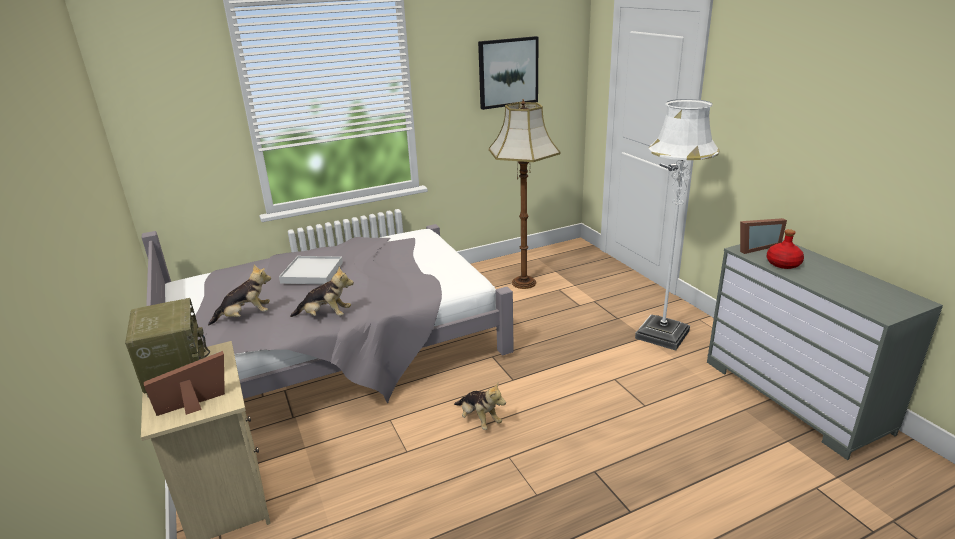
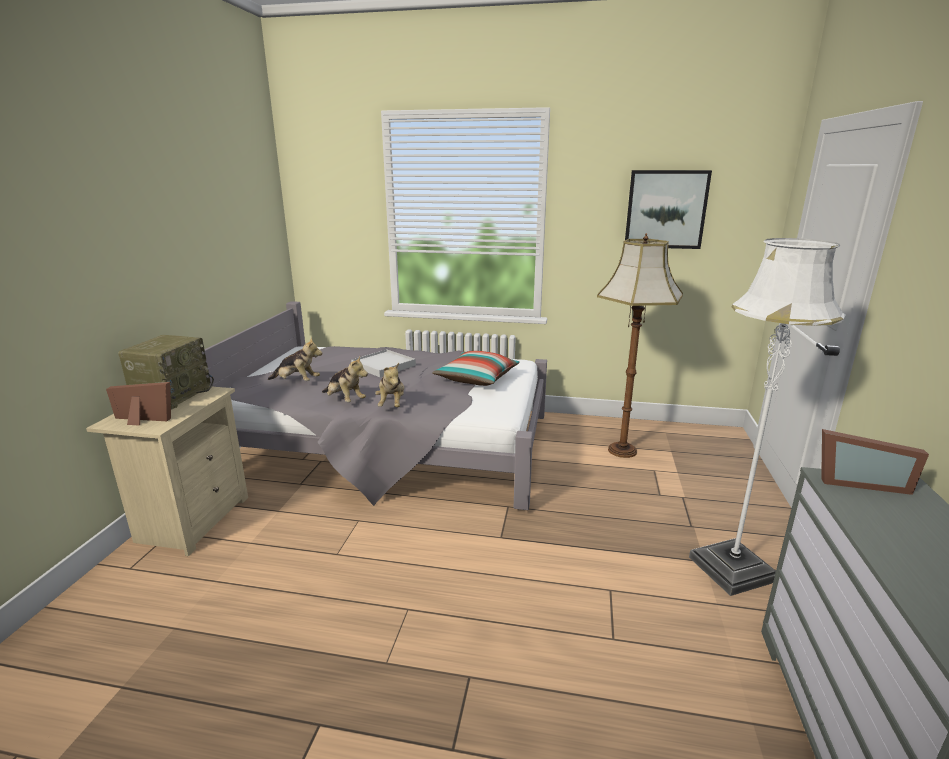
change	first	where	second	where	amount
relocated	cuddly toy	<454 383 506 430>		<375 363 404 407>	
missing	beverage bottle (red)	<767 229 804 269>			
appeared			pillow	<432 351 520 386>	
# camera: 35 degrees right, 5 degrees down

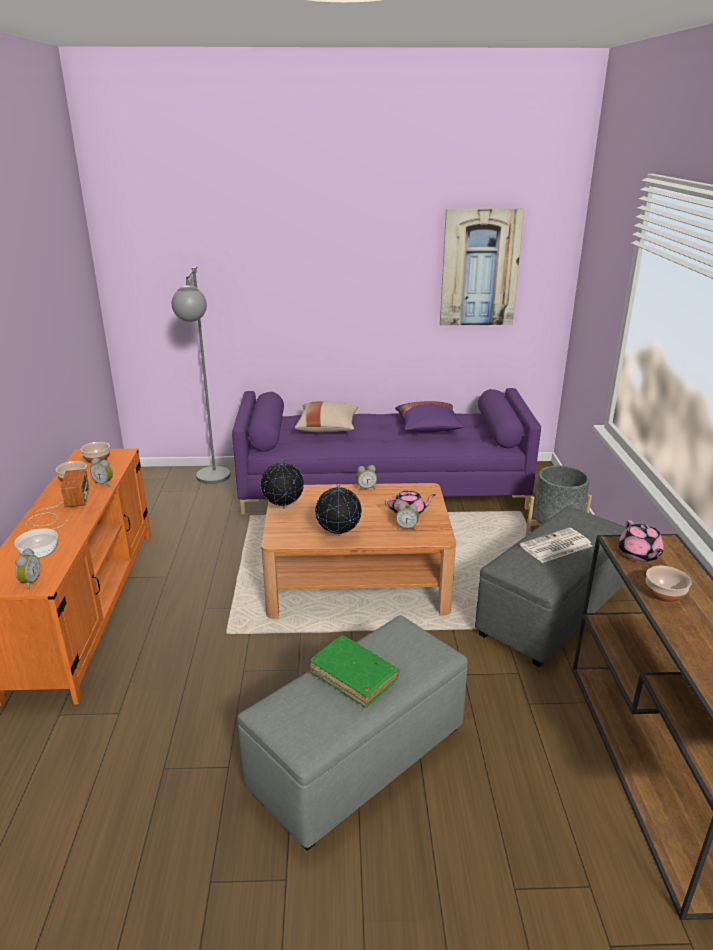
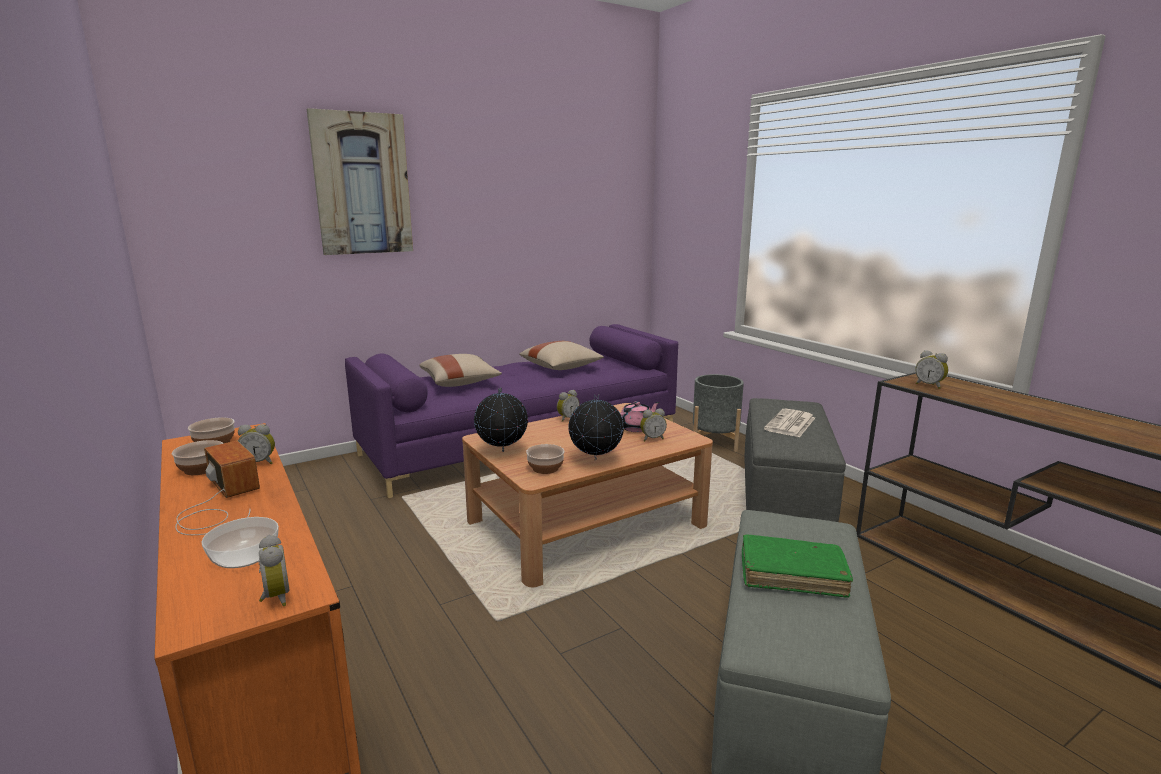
change	first	where	second	where	amount
missing	standard lamp (gray)	<172 266 230 484>			
colour	pillow (purple-coloured)	<395 401 464 432>	pillow (beige-coloured)	<519 341 604 370>	
relocated	wall art	<440 208 524 326>		<307 108 413 255>	
exchanged	teapot (pinkish)	<618 520 664 562>	bedside clock	<915 350 948 389>	
relocated	bowl	<646 566 692 603>		<526 444 565 474>	
# camera: 30 degrees left, 10 degrees down

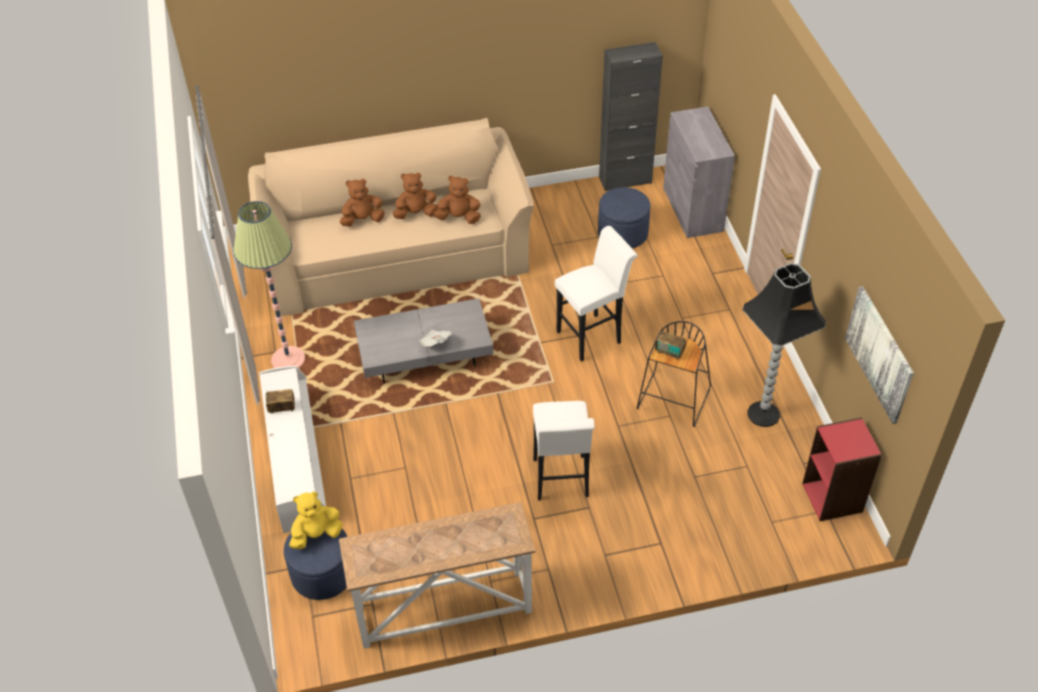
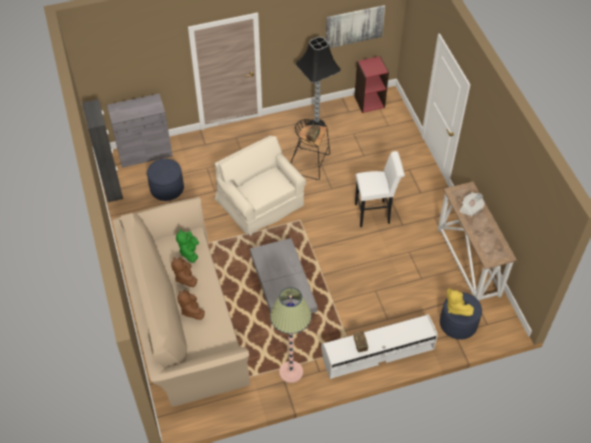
change	first	where	second	where	amount
relocated	printed paper	<419 330 452 347>		<460 192 485 217>	
colour	cuddly toy (brownish)	<433 176 481 224>	cuddly toy (green-coloured)	<176 229 199 263>	
exchanged	stool seat (whitish)	<555 226 638 362>	easy chair (beige-coloured)	<215 136 306 236>	
# camera: 95 degrees left, 5 degrees up

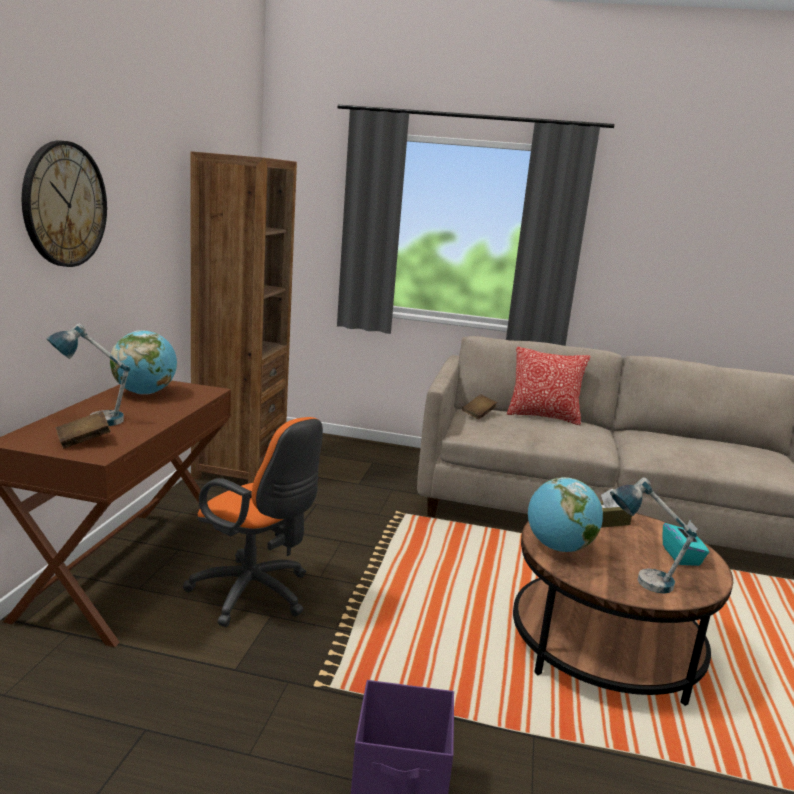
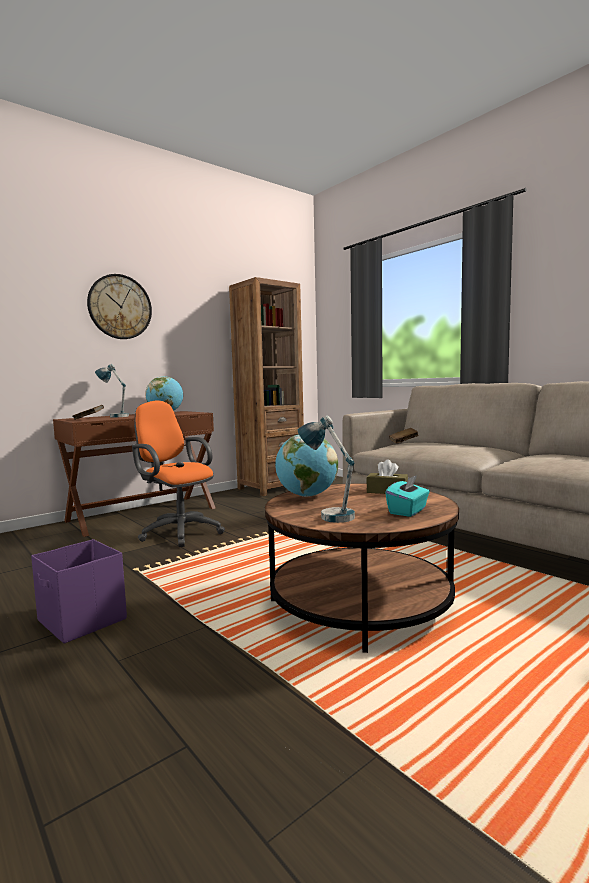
change	first	where	second	where	amount
spun	office chair (orangey)	<183 417 323 627>		<132 400 225 547>	150 degrees clockwise
missing	pillow	<507 347 590 425>			
# camera: 40 degrees right, 10 degrees down

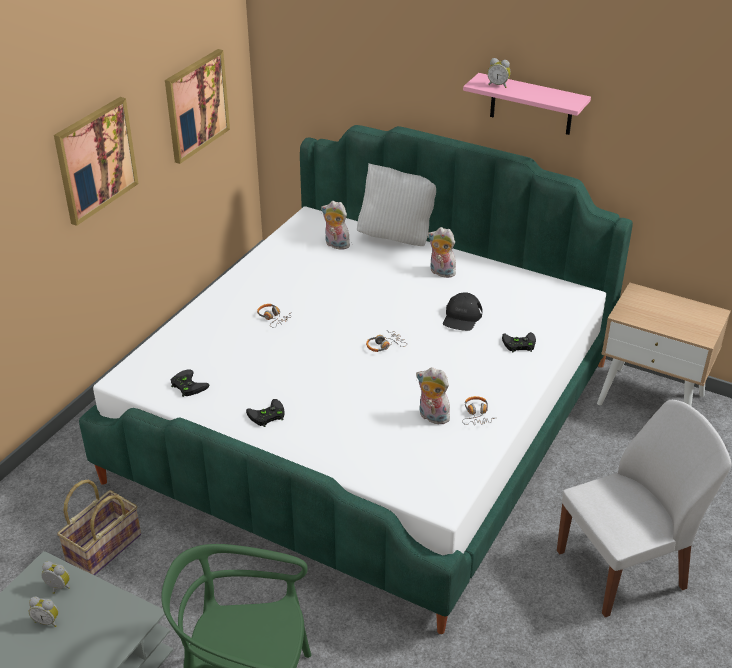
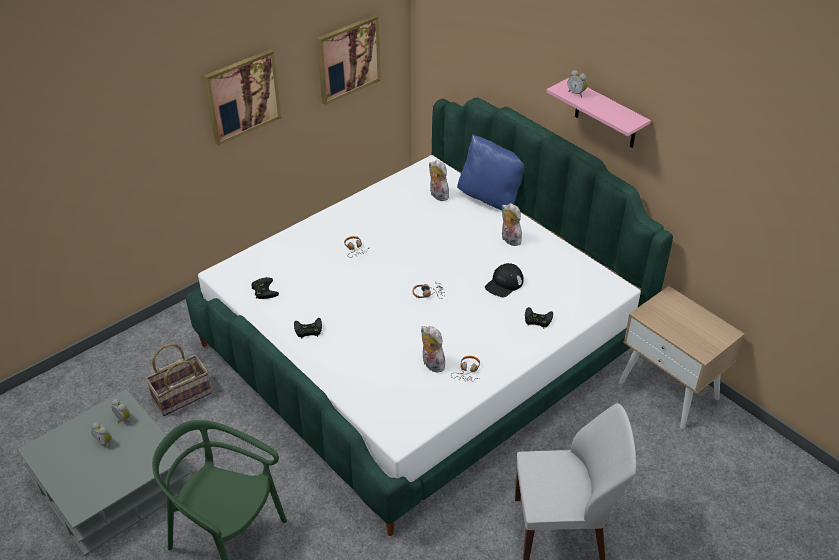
change	first	where	second	where	amount
colour	pillow (whitish)	<357 163 436 246>	pillow (bluish)	<457 134 524 210>	
# camera: 20 degrees right, 5 degrees up

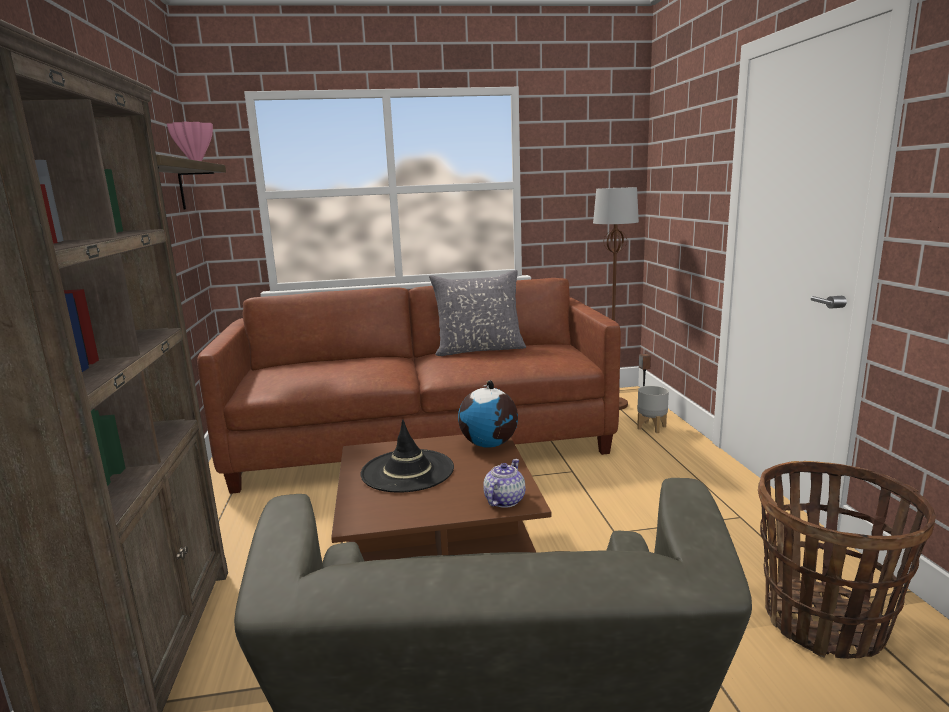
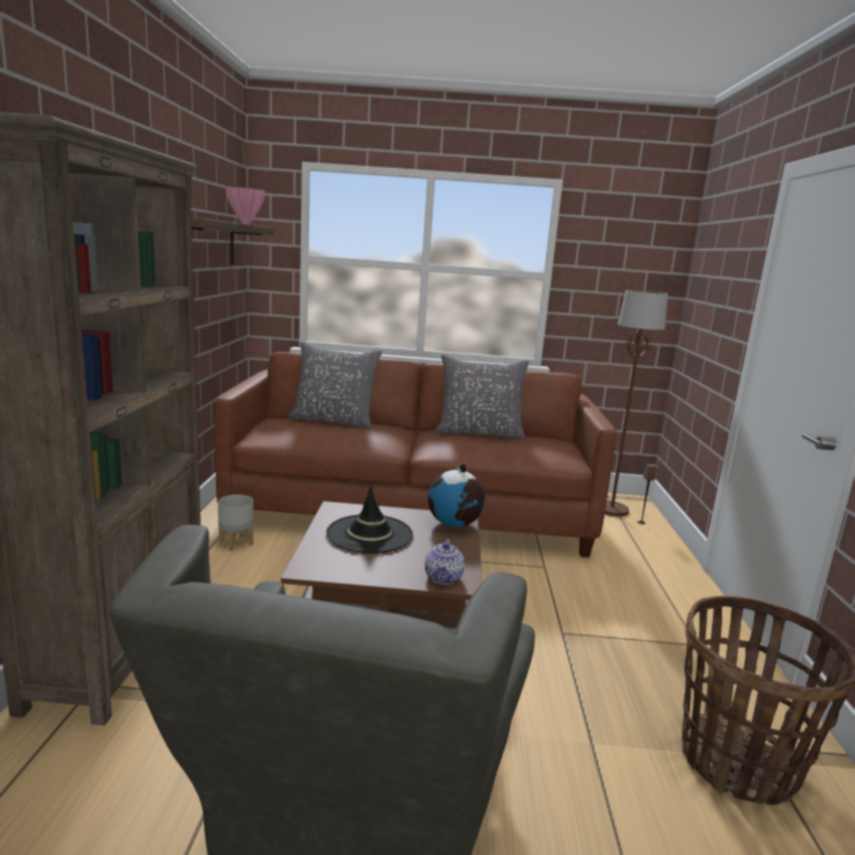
change	first	where	second	where	amount
spun	teapot	<483 459 525 508>		<425 539 464 585>	150 degrees clockwise
relocated	flower pot (gray)	<637 386 669 433>		<218 495 253 551>	
appeared			pillow (gray)	<288 342 382 428>	
# camera: 10 degrees right, 0 degrees up

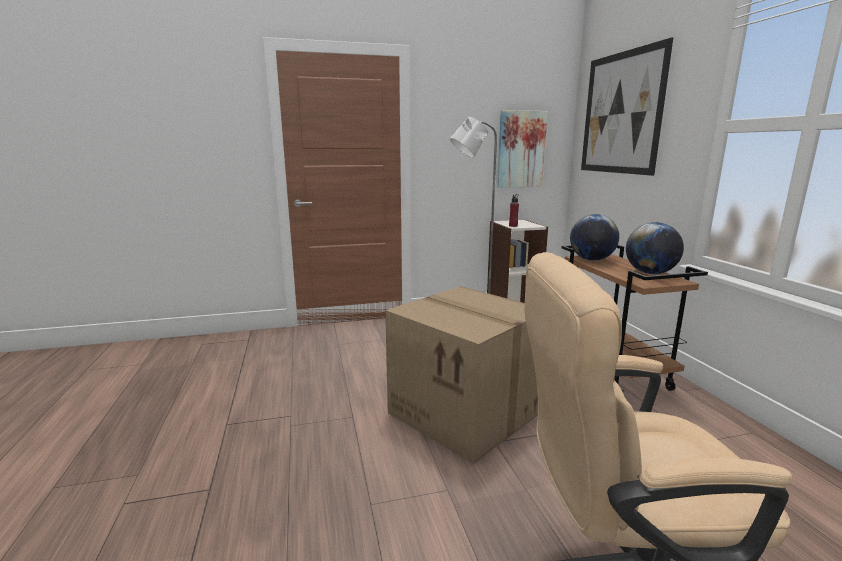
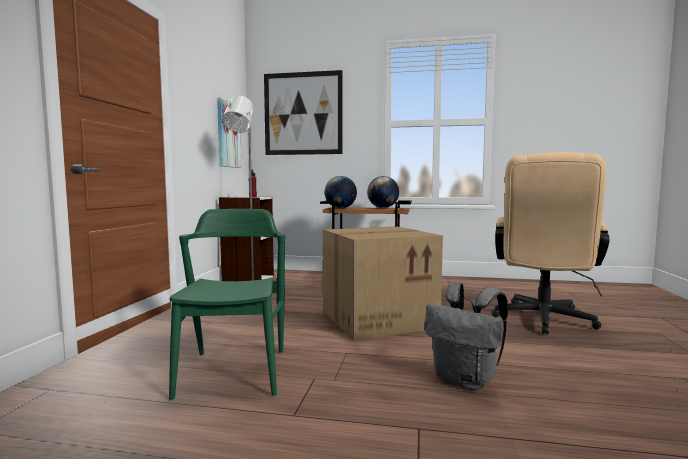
change	first	where	second	where	amount
appeared			upright chair (green-coloured)	<169 209 286 400>	
appeared			backpack (gray)	<424 283 508 390>	
# camera: 65 degrees left, 10 degrees down

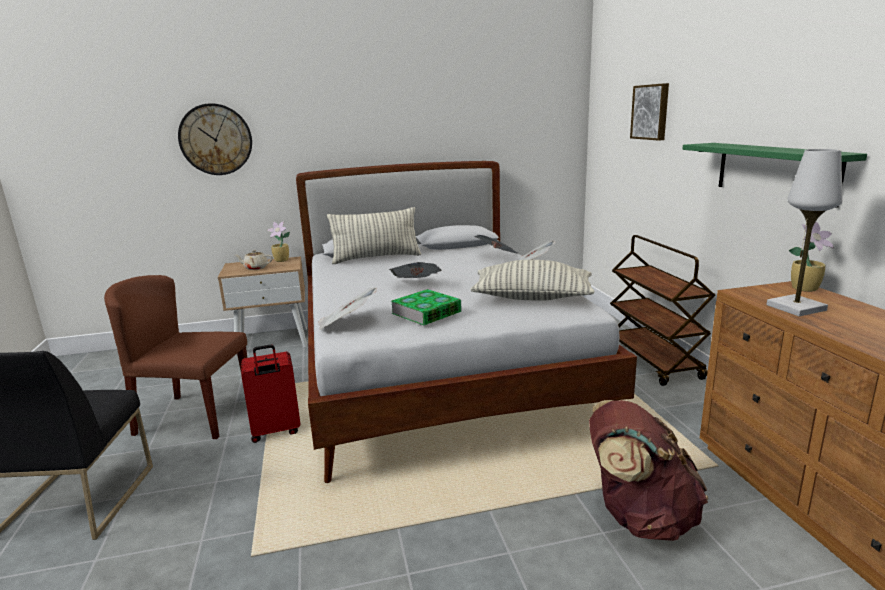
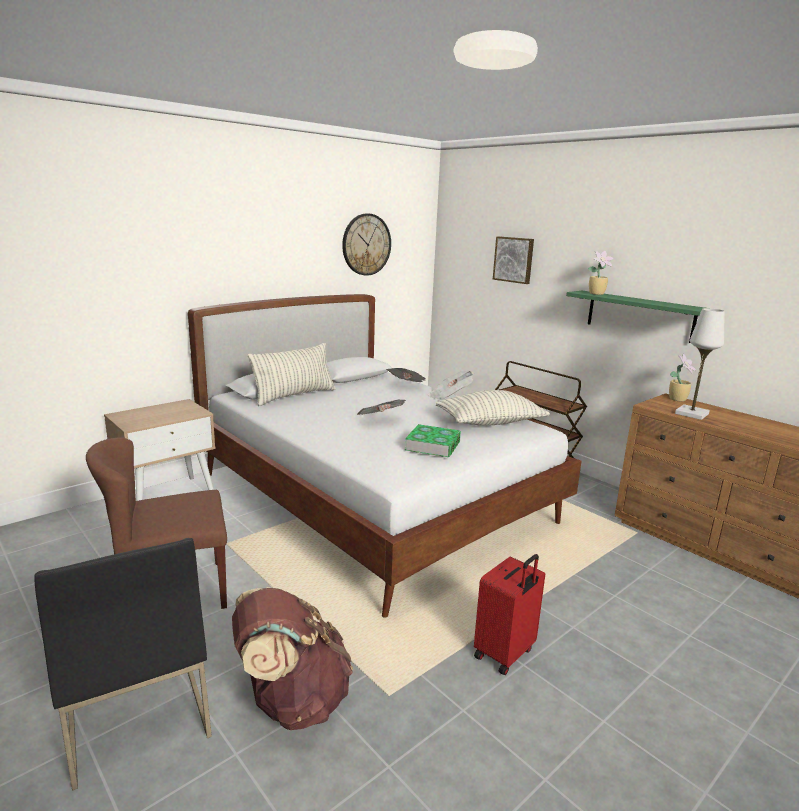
change	first	where	second	where	amount
relocated	wall clock	<178 103 252 175>		<342 214 391 276>	
missing	teapot (beige-coloured)	<235 250 273 270>			
relocated	piece of luggage (red)	<241 345 301 443>		<474 554 545 675>	
relocated	plant in a pot	<268 221 290 262>		<588 251 614 295>	
missing	printed paper	<318 287 377 330>			
relocated	backpack (brownish)	<589 400 708 541>		<232 587 353 730>	
# camera: 30 degrees left, 0 degrees up

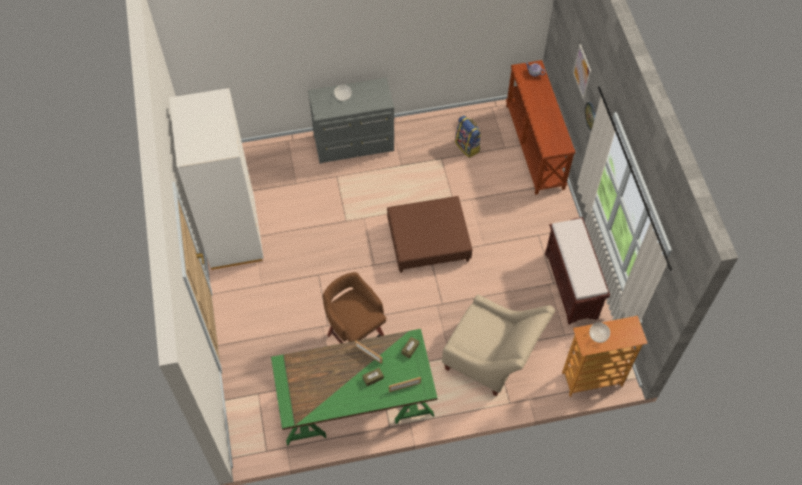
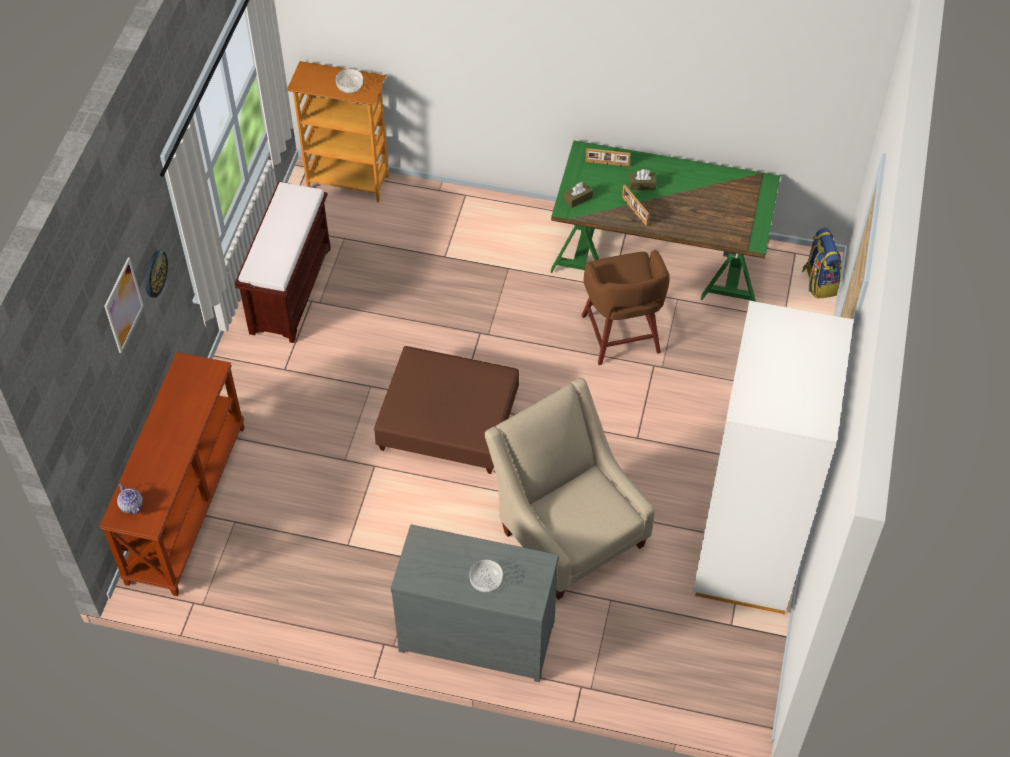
change	first	where	second	where	amount
relocated	easy chair (beige-coloured)	<442 295 555 396>		<485 378 655 600>	
relocated	backpack	<455 115 481 158>		<802 228 842 299>	
# camera: 155 degrees left, 5 degrees down

